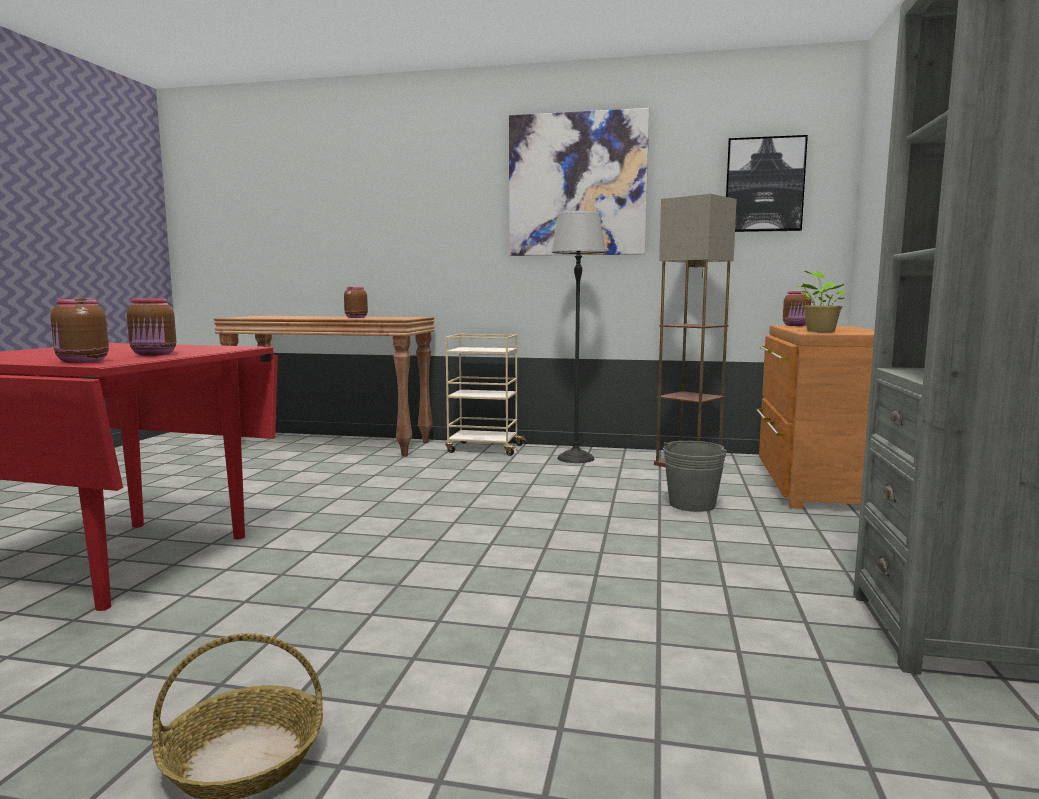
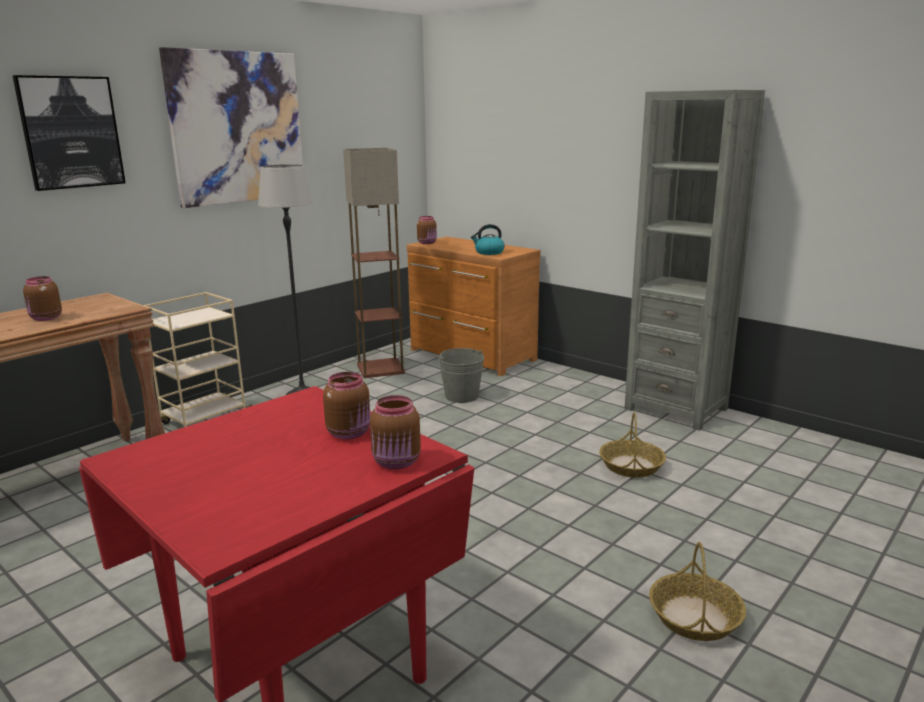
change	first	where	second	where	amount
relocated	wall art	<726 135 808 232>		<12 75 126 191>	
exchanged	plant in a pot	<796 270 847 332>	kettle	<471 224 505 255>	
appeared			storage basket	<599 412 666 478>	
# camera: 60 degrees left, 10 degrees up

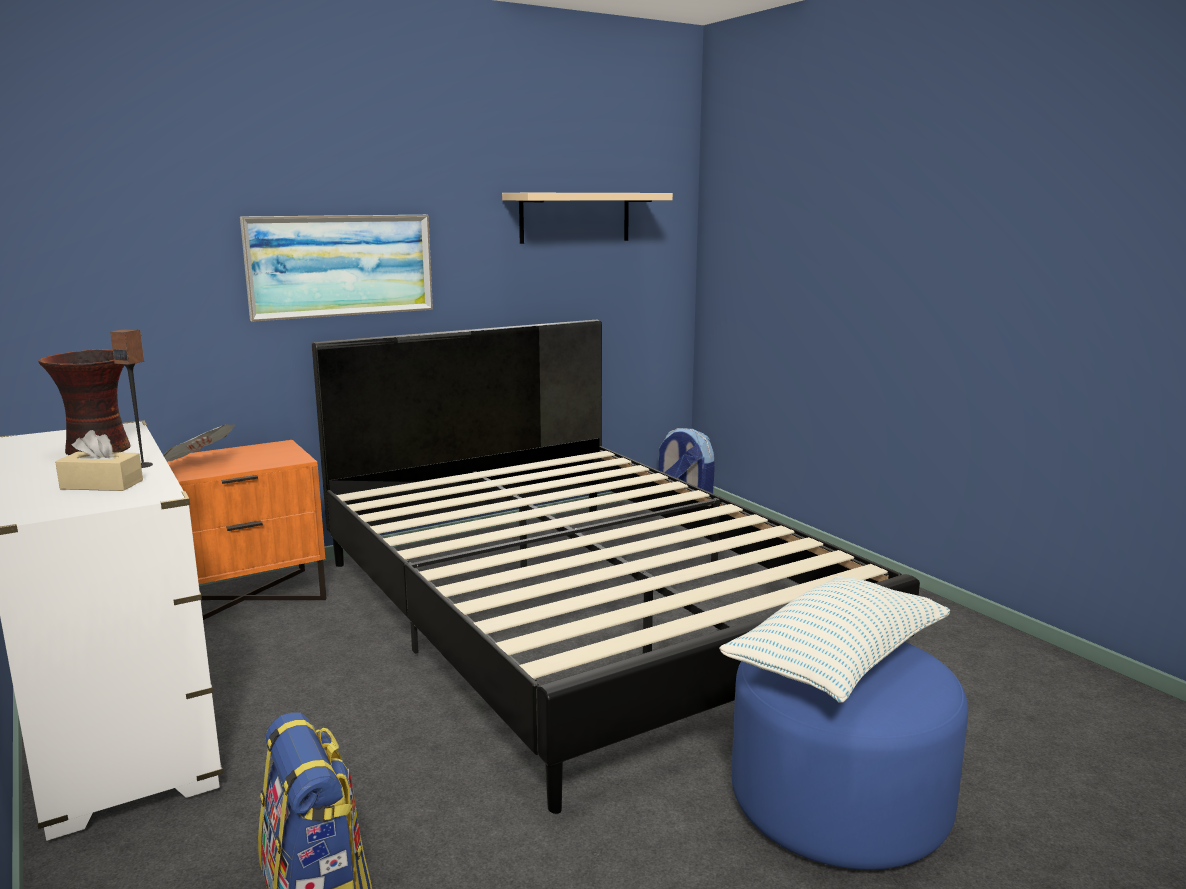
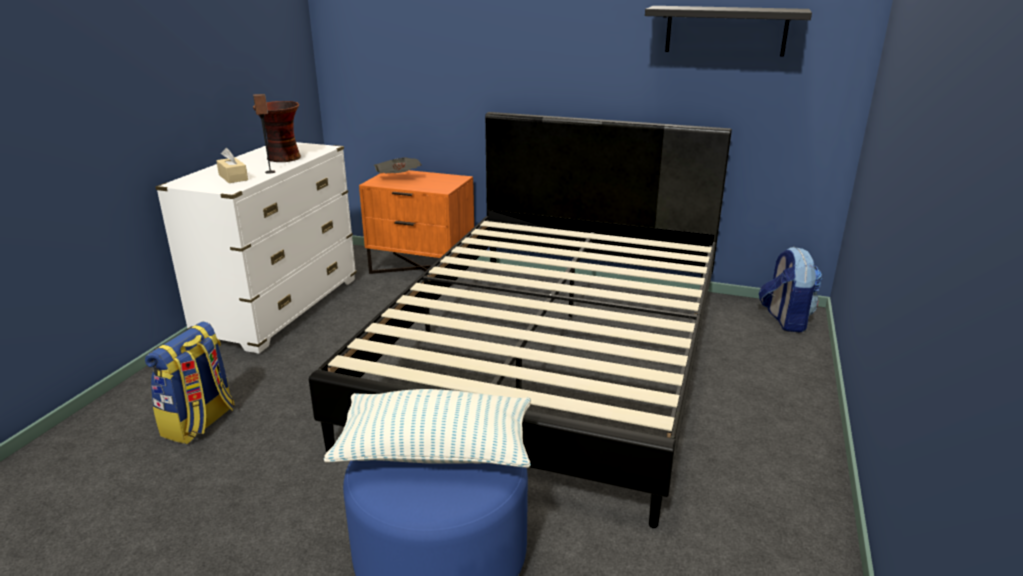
change	first	where	second	where	amount
missing	wall art	<240 215 433 322>			
colour	bracket shelf (beige-coloured)	<502 193 673 244>	bracket shelf (black-coloured)	<645 6 812 57>	
# camera: 50 degrees right, 10 degrees up

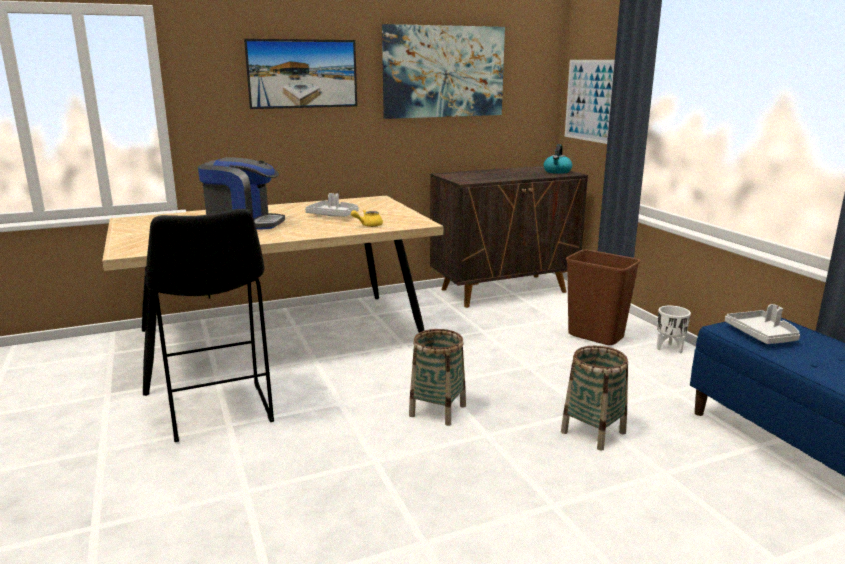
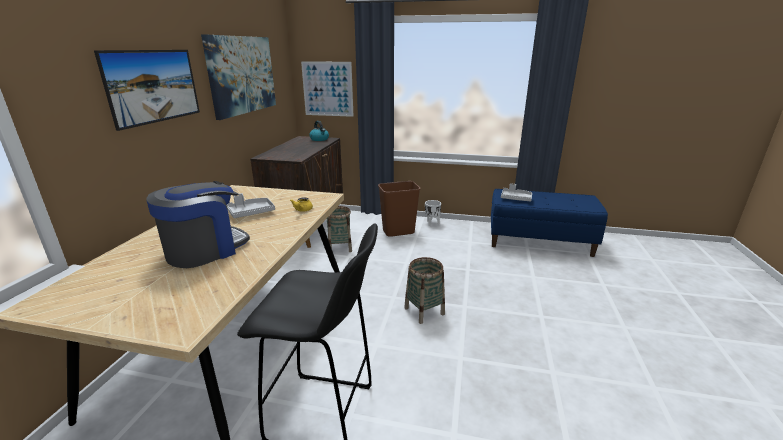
change	first	where	second	where	amount
relocated	storage basket	<561 346 628 451>		<327 206 352 252>	
# camera: 55 degrees left, 5 degrees up

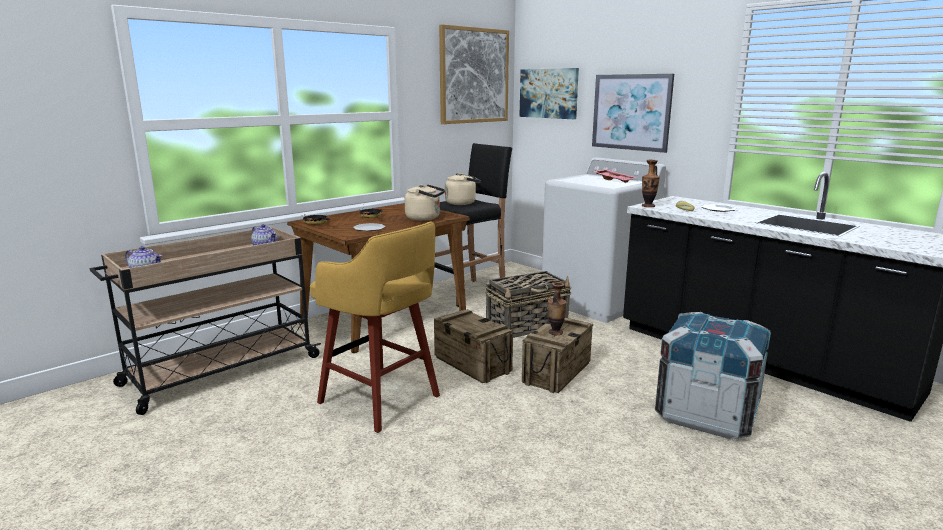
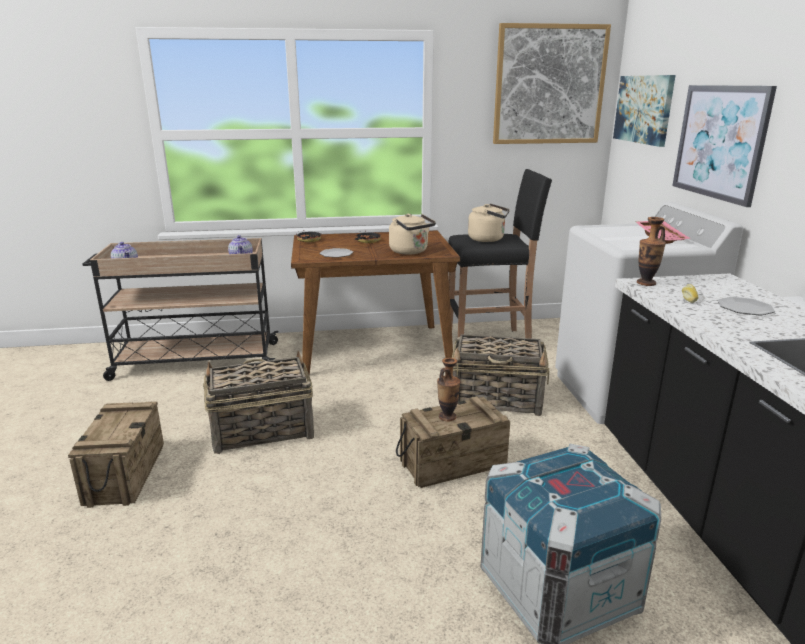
change	first	where	second	where	amount
exchanged	stool seat (yellow-coloured)	<310 222 440 433>	storage basket	<203 351 314 454>	
relocated	crate	<434 309 513 383>		<68 401 164 508>	
# camera: 35 degrees right, 5 degrees up

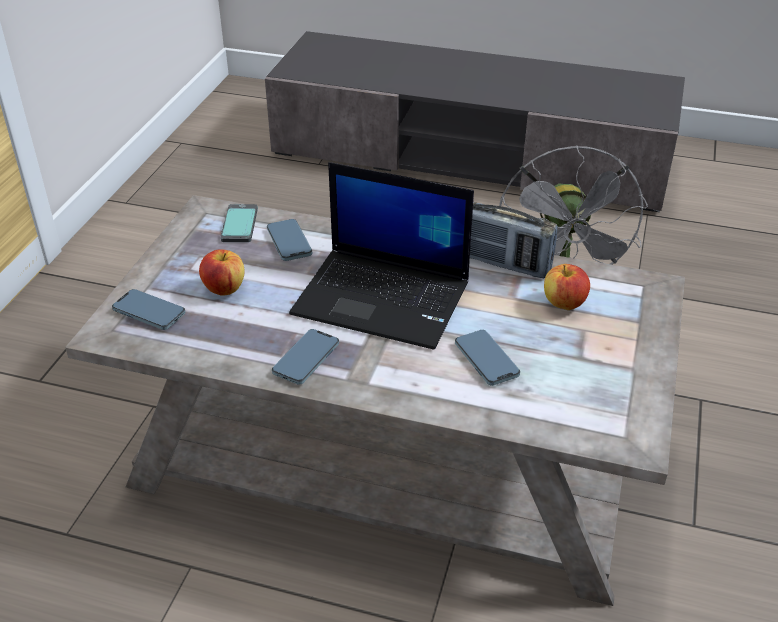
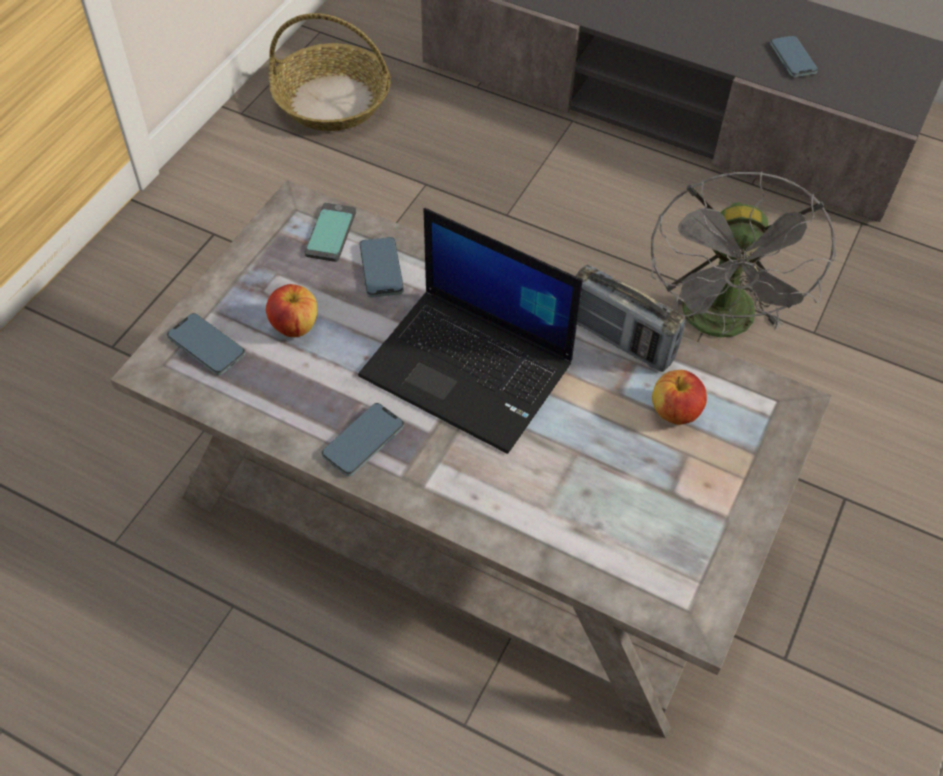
change	first	where	second	where	amount
relocated	phone	<455 330 520 386>		<770 36 818 77>	
appeared			storage basket	<269 13 391 131>	
# camera: 10 degrees right, 15 degrees up

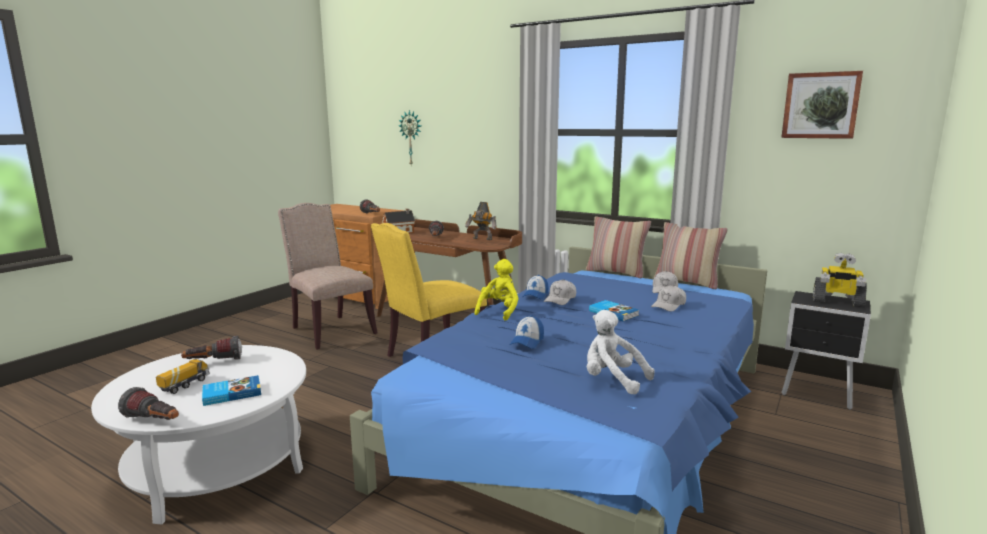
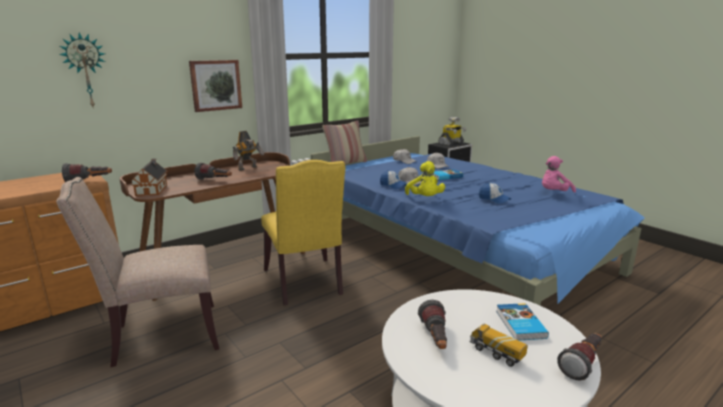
change	first	where	second	where	amount
spun	cuddly toy (yellow-coloured)	<474 259 519 321>		<405 161 445 196>	150 degrees counterclockwise
colour	cuddly toy (whitish)	<587 310 655 395>	cuddly toy (pinkish)	<542 156 576 193>	
missing	pillow	<654 222 728 289>			
relocated	wall art	<781 71 863 139>		<189 60 242 112>	
# camera: 70 degrees left, 5 degrees up

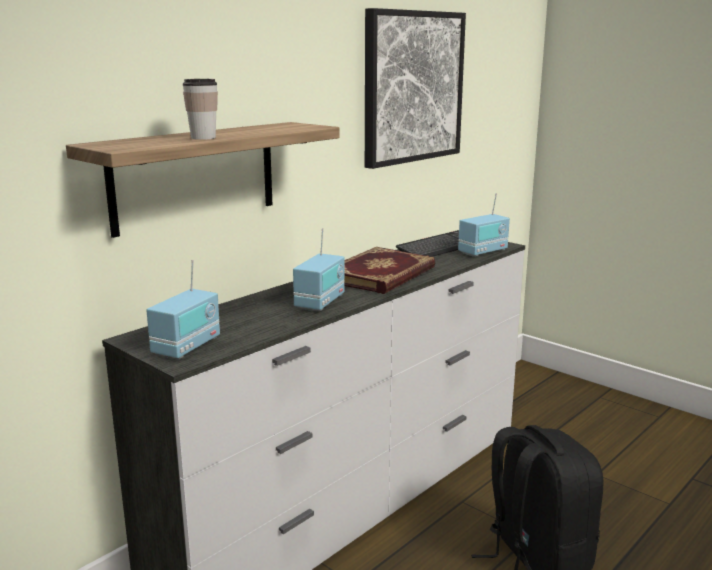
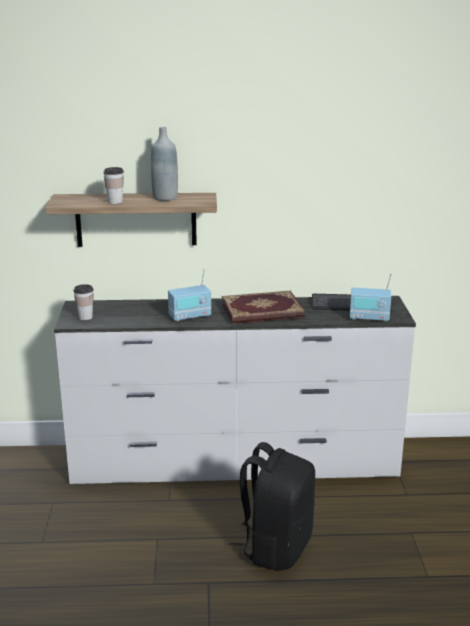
change	first	where	second	where	amount
exchanged	radio	<146 260 220 359>	cup	<73 284 94 320>	
missing	wall art	<365 8 466 169>			
appeared			beverage bottle (gray)	<151 127 178 201>	
# camera: 45 degrees right, 5 degrees up

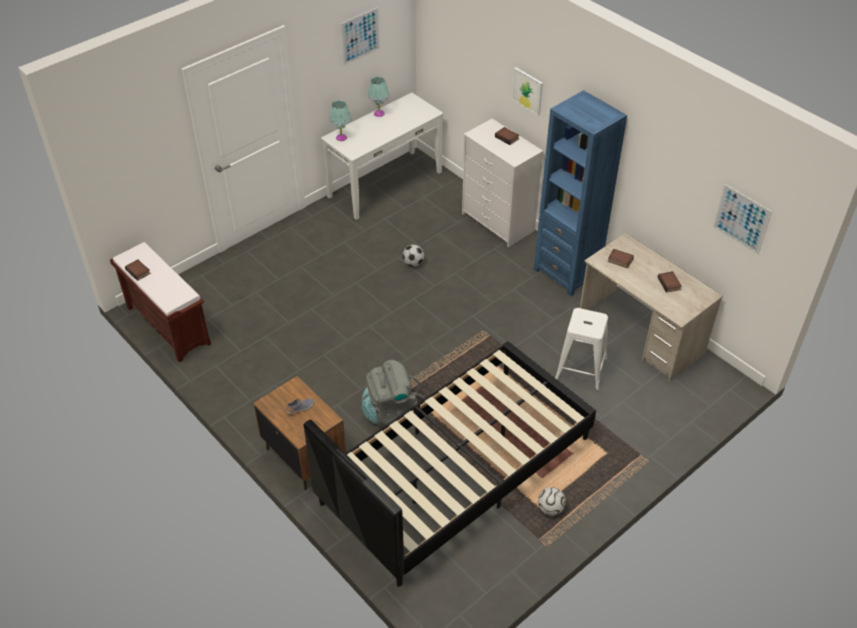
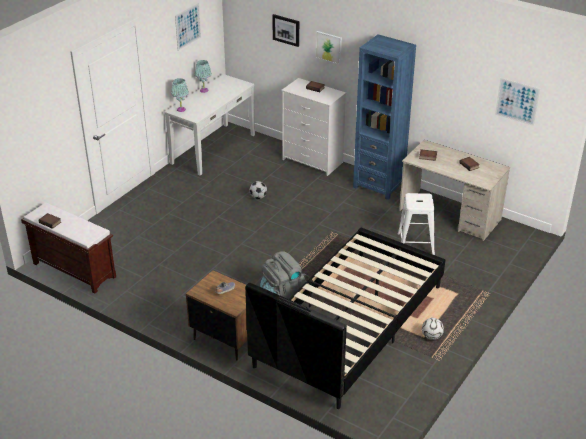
change	first	where	second	where	amount
appeared			wall art	<272 14 299 47>	
# camera: 15 degrees left, 10 degrees down

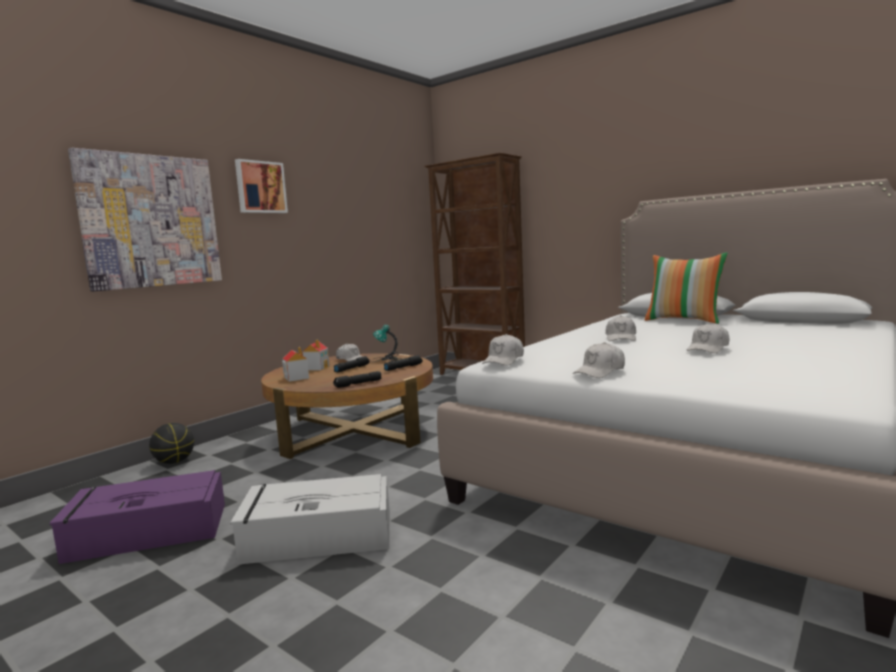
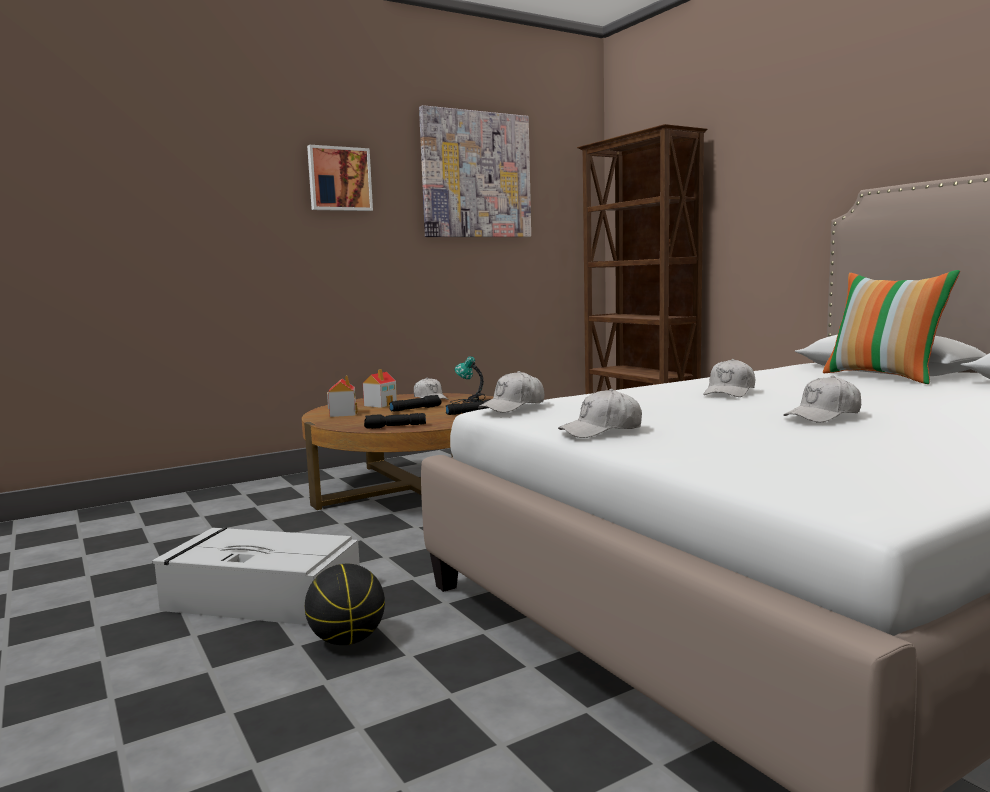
change	first	where	second	where	amount
missing	storage container (purple-coloured)	<50 470 225 564>			
relocated	wall art	<68 148 222 291>		<419 105 531 237>	
relocated	basketball	<149 423 194 464>		<305 564 385 645>	
# camera: 20 degrees right, 0 degrees up

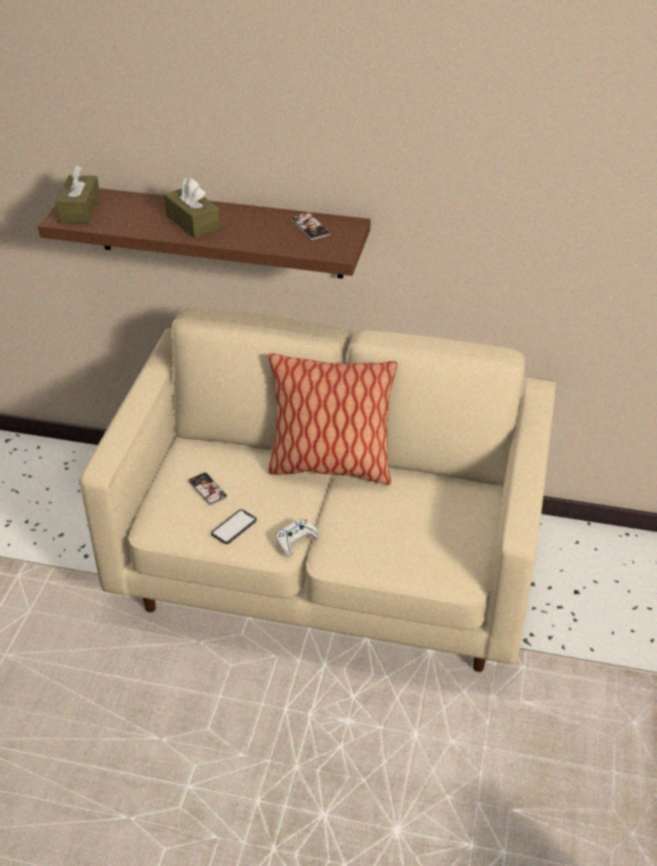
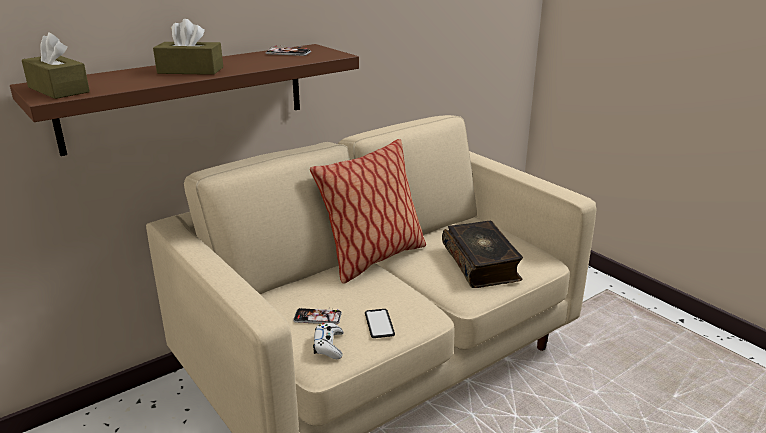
change	first	where	second	where	amount
relocated	joypad (whitish)	<276 519 319 557>		<313 323 344 359>	
appeared			book	<442 221 523 288>	
# camera: 50 degrees left, 15 degrees down

